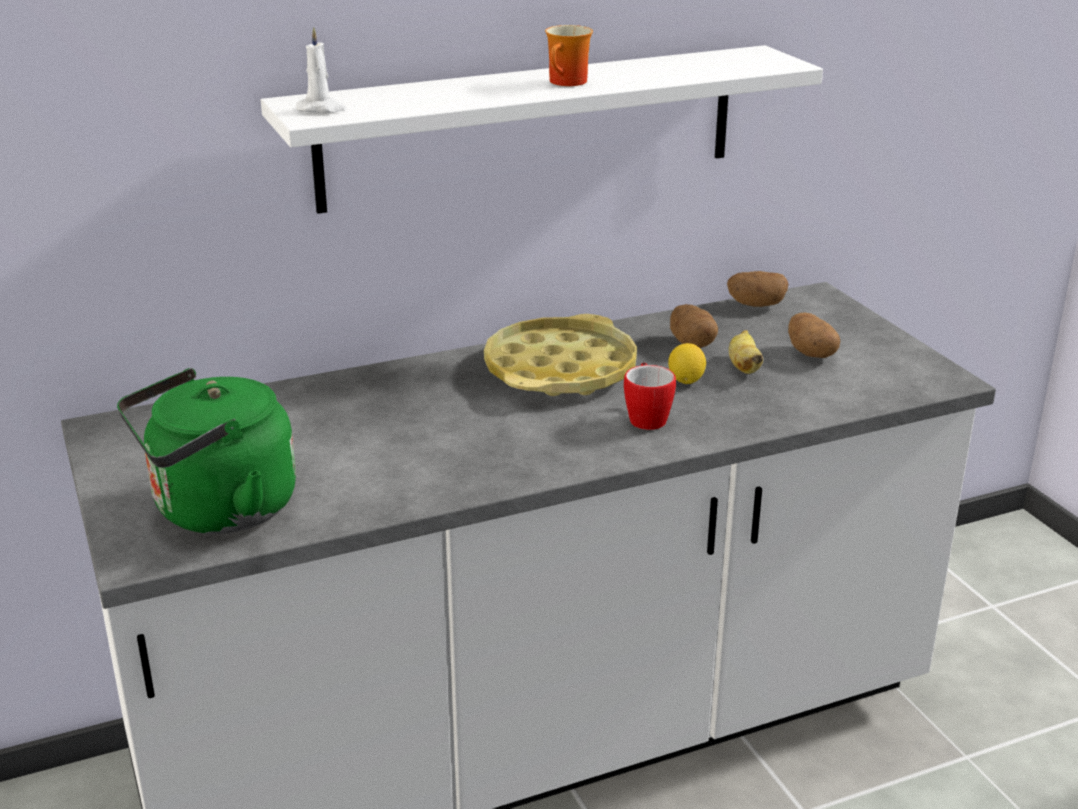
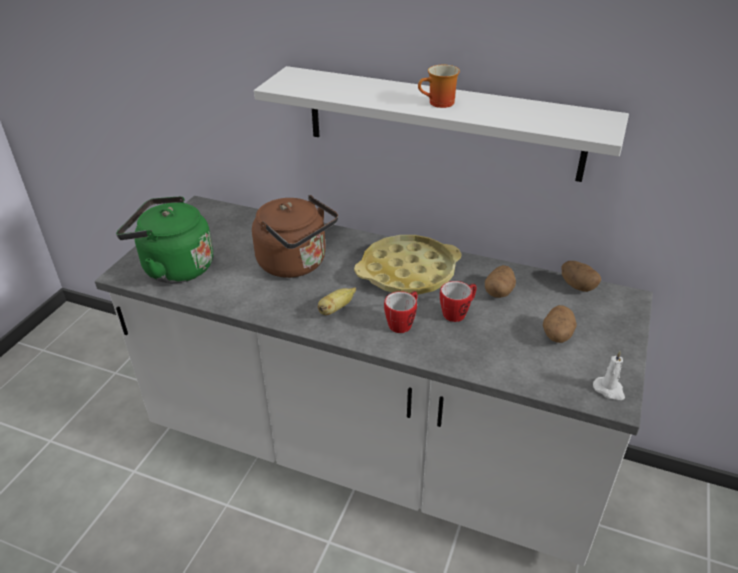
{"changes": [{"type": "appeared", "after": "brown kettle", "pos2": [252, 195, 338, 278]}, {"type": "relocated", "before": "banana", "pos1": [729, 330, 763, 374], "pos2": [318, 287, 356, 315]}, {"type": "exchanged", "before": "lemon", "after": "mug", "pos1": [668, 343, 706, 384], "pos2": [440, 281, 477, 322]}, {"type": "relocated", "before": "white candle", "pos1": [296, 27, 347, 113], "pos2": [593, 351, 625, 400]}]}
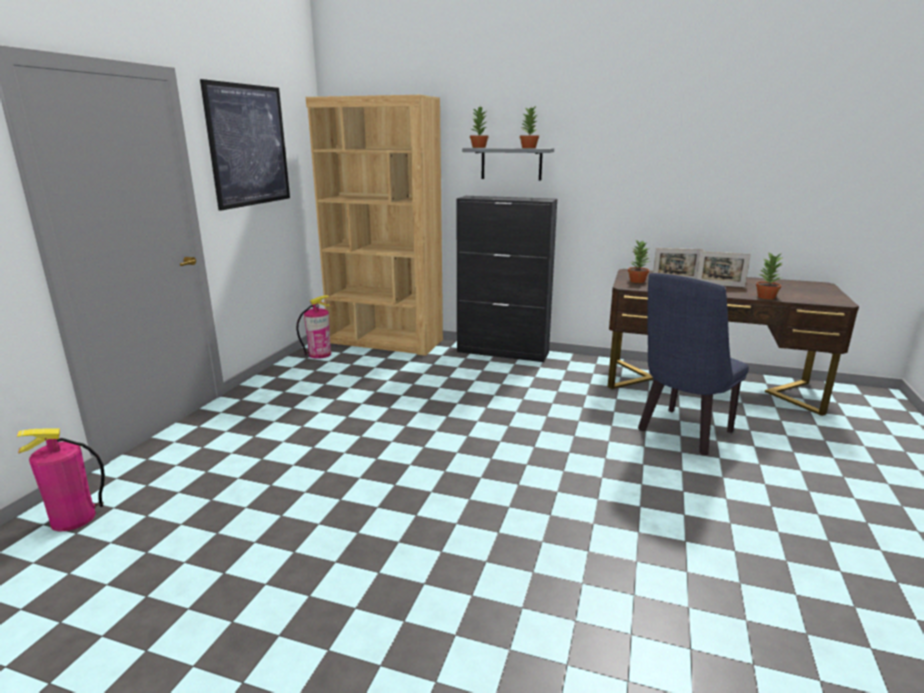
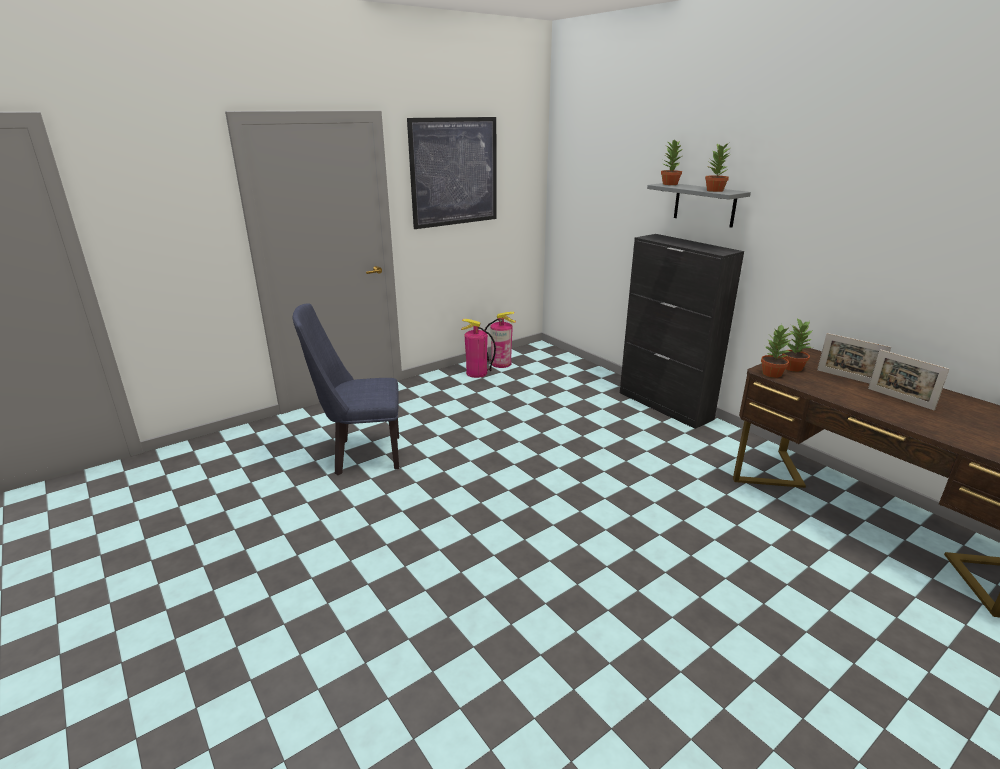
{"changes": [{"type": "relocated", "before": "blue chair", "pos1": [638, 273, 749, 455], "pos2": [293, 303, 399, 475]}, {"type": "relocated", "before": "fire extinguisher", "pos1": [17, 429, 105, 531], "pos2": [461, 319, 496, 378]}, {"type": "relocated", "before": "potted plant", "pos1": [756, 253, 783, 300], "pos2": [761, 324, 793, 378]}, {"type": "missing", "before": "brown bookcase", "pos1": [306, 95, 443, 356]}]}
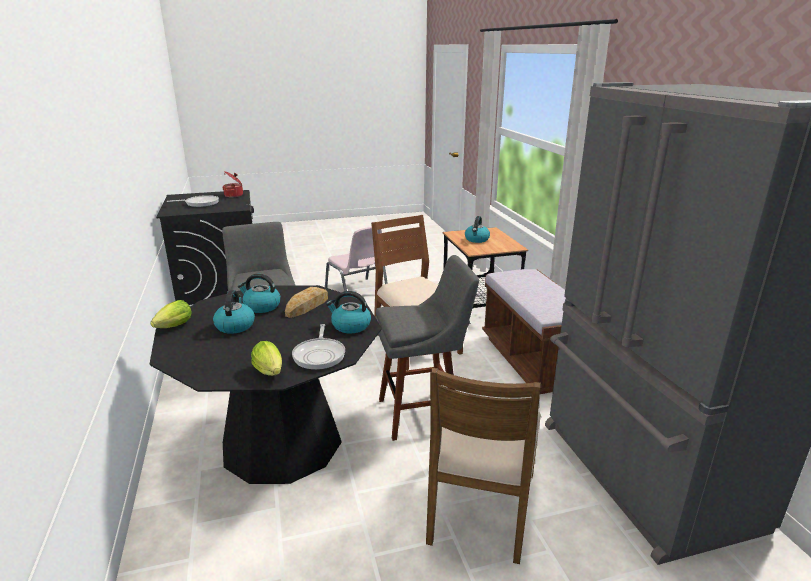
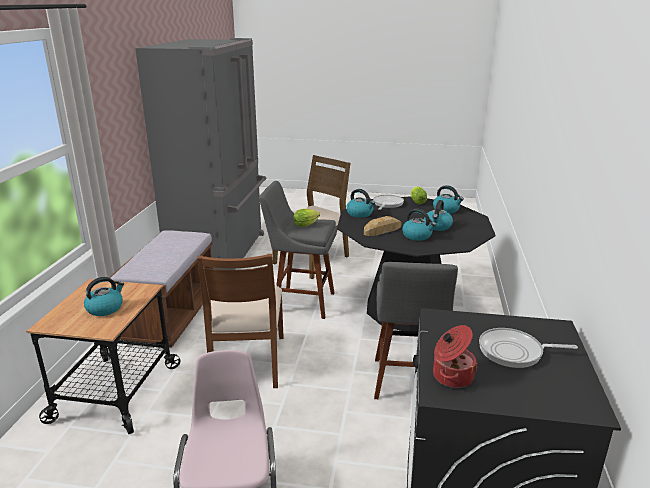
{"changes": [{"type": "relocated", "before": "lettuce", "pos1": [150, 300, 192, 328], "pos2": [293, 209, 320, 227]}, {"type": "appeared", "after": "kettle", "pos2": [433, 185, 464, 214]}]}
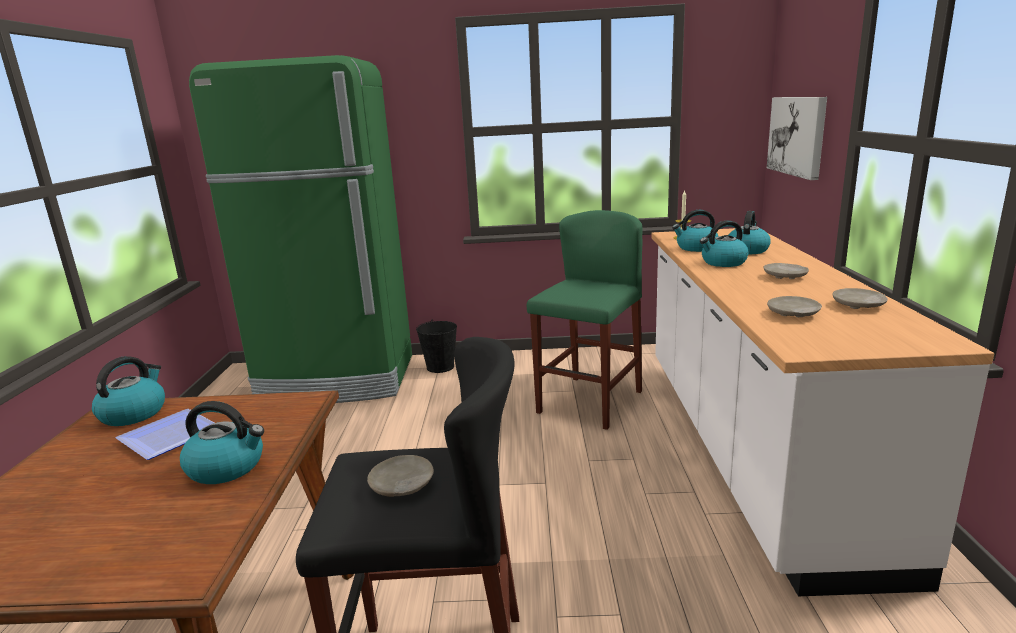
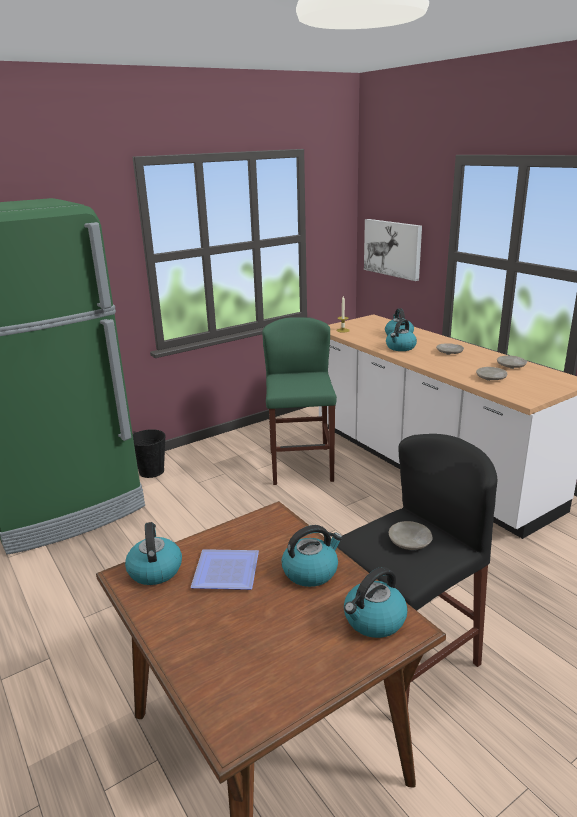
{"changes": [{"type": "relocated", "before": "kettle", "pos1": [672, 210, 719, 252], "pos2": [344, 567, 408, 638]}]}
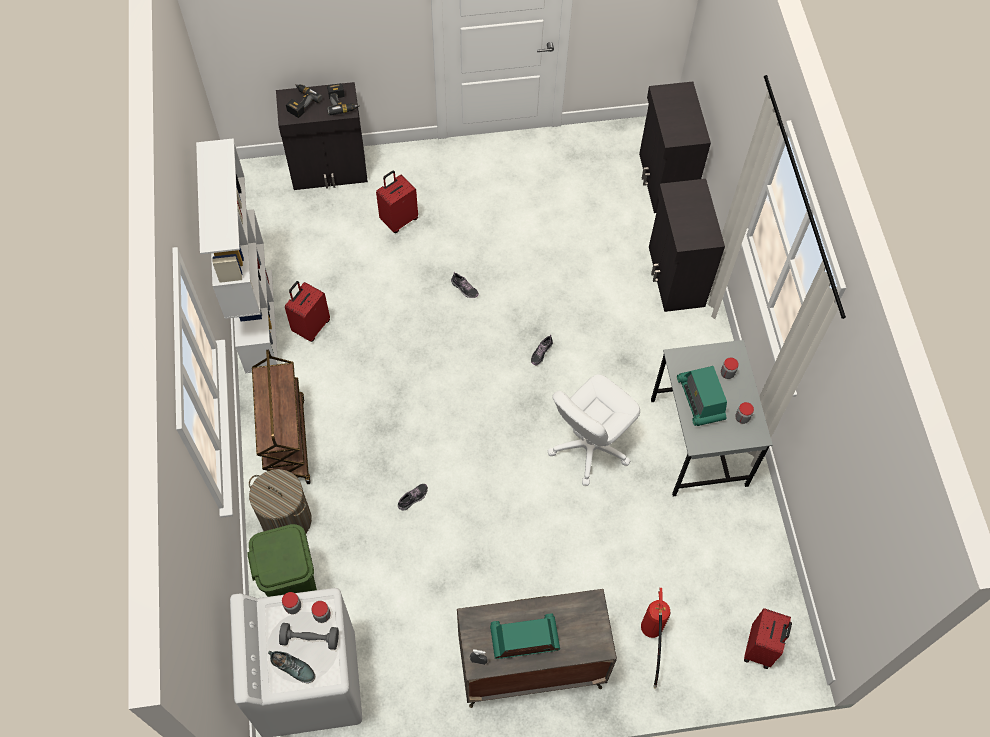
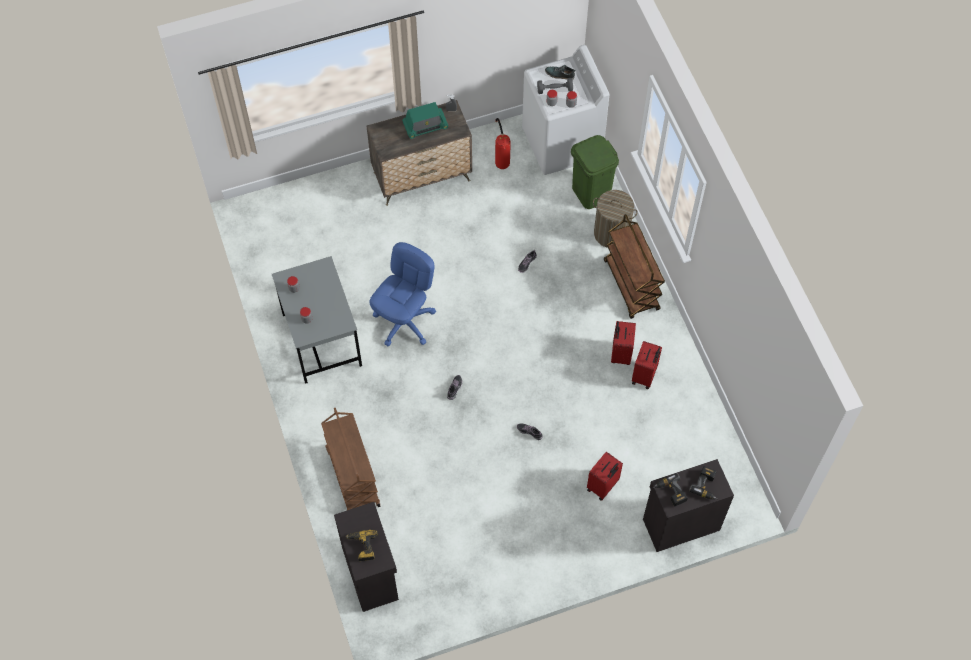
{"changes": [{"type": "exchanged", "before": "black cabinet", "after": "brown cart", "pos1": [649, 179, 725, 312], "pos2": [321, 408, 380, 510]}, {"type": "appeared", "after": "power drill", "pos2": [345, 530, 378, 561]}, {"type": "colour", "before": "white office chair", "after": "blue office chair", "pos1": [547, 374, 640, 486], "pos2": [370, 242, 436, 346]}, {"type": "relocated", "before": "fire extinguisher", "pos1": [641, 588, 670, 689], "pos2": [495, 118, 511, 169]}, {"type": "relocated", "before": "red suitcase", "pos1": [744, 608, 792, 669], "pos2": [611, 321, 636, 365]}, {"type": "missing", "before": "white bookcase", "pos1": [196, 138, 278, 373]}, {"type": "missing", "before": "radio", "pos1": [677, 366, 727, 426]}]}
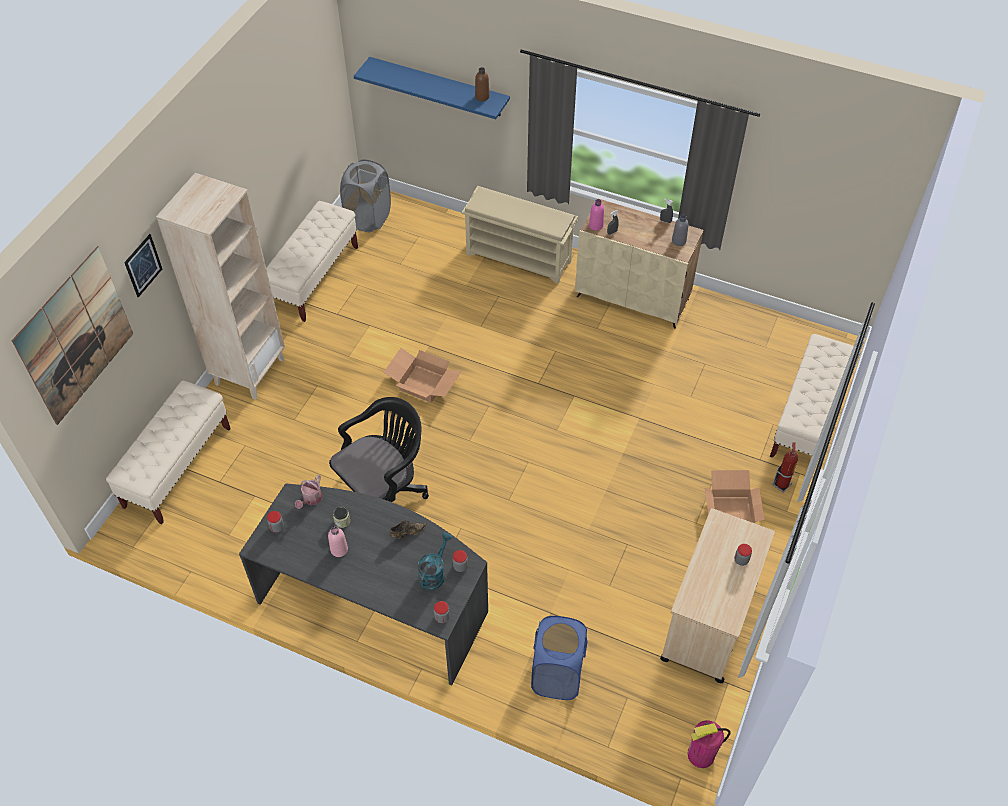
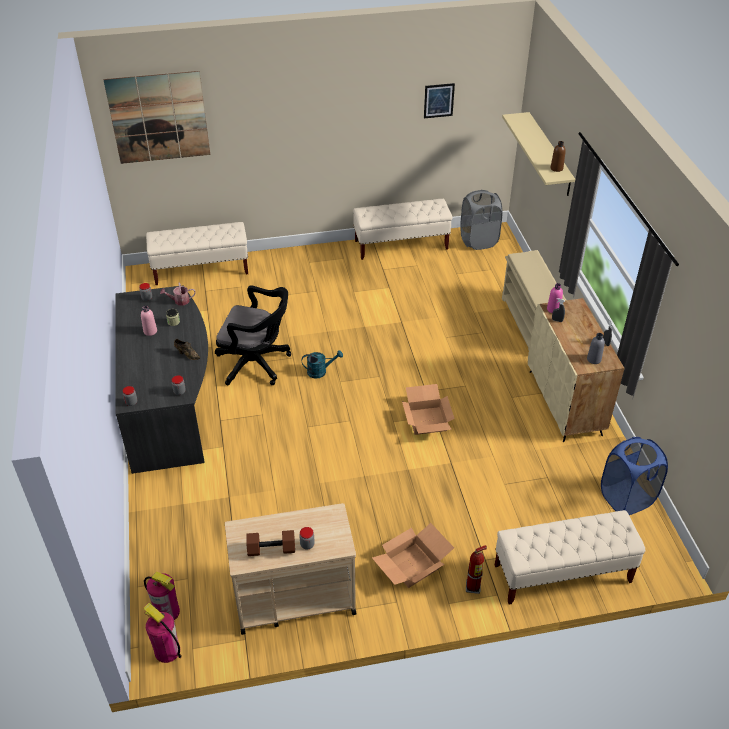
{"changes": [{"type": "appeared", "after": "fire extinguisher", "pos2": [144, 572, 180, 620]}, {"type": "appeared", "after": "brown dumbbell", "pos2": [246, 530, 295, 556]}, {"type": "relocated", "before": "turquoise watering can", "pos1": [418, 532, 452, 590], "pos2": [302, 350, 343, 379]}, {"type": "relocated", "before": "cardboard box", "pos1": [383, 348, 461, 403], "pos2": [402, 384, 455, 435]}, {"type": "relocated", "before": "picture", "pos1": [124, 234, 162, 298], "pos2": [424, 83, 455, 118]}, {"type": "colour", "before": "blue shelf", "after": "beige shelf", "pos1": [354, 57, 510, 119], "pos2": [502, 112, 575, 196]}, {"type": "relocated", "before": "blue laundry basket", "pos1": [531, 616, 587, 700], "pos2": [601, 437, 668, 515]}, {"type": "missing", "before": "beige bookcase", "pos1": [156, 173, 285, 400]}]}
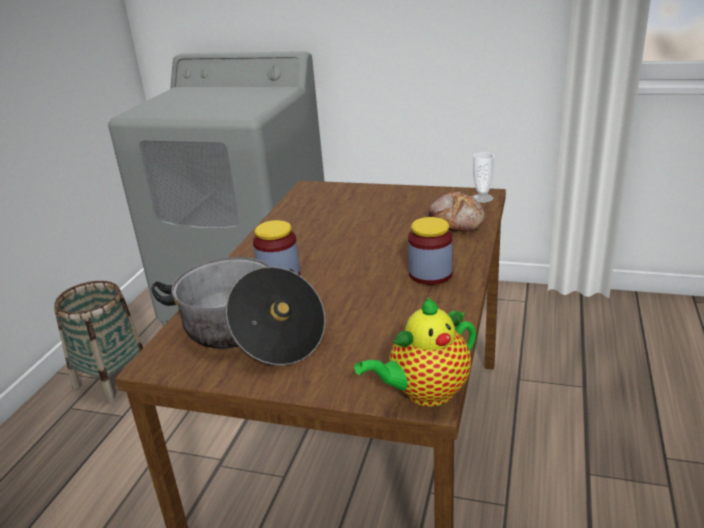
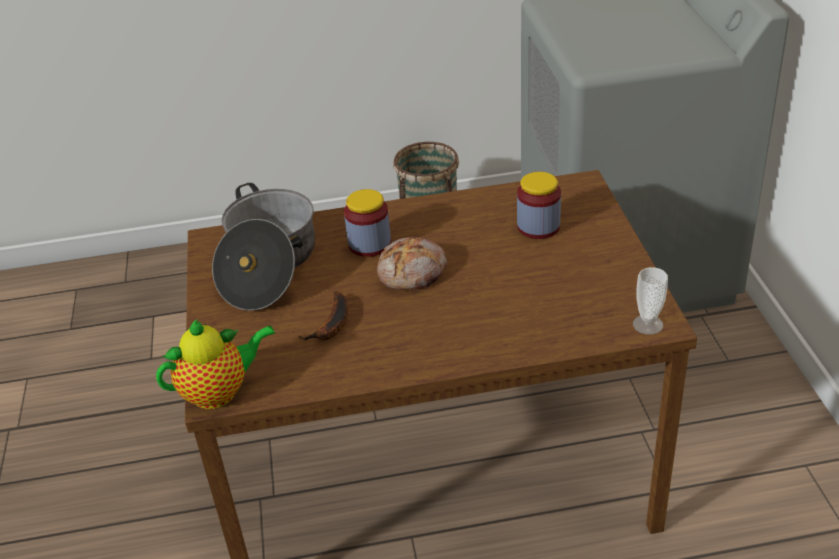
{"changes": [{"type": "spun", "before": "teapot", "pos1": [354, 297, 476, 407], "pos2": [156, 319, 275, 409], "turn": 120}, {"type": "appeared", "after": "banana", "pos2": [298, 291, 348, 341]}, {"type": "relocated", "before": "bread", "pos1": [429, 192, 485, 232], "pos2": [377, 237, 447, 289]}, {"type": "relocated", "before": "jar", "pos1": [408, 217, 453, 285], "pos2": [517, 172, 561, 239]}]}
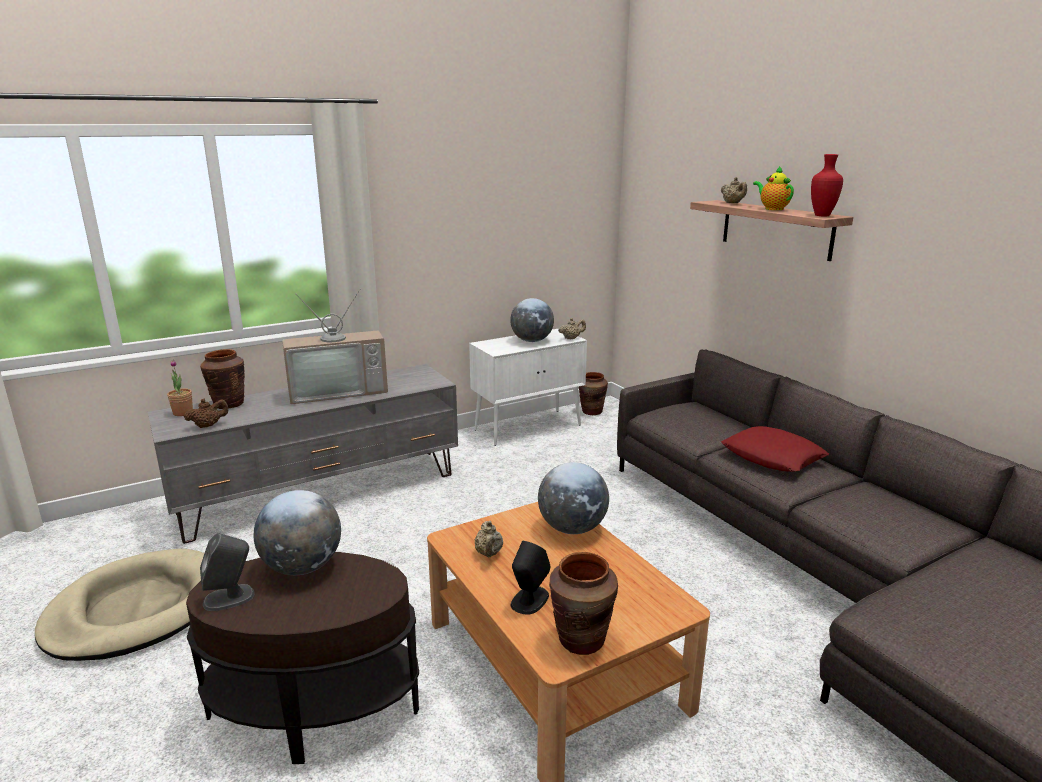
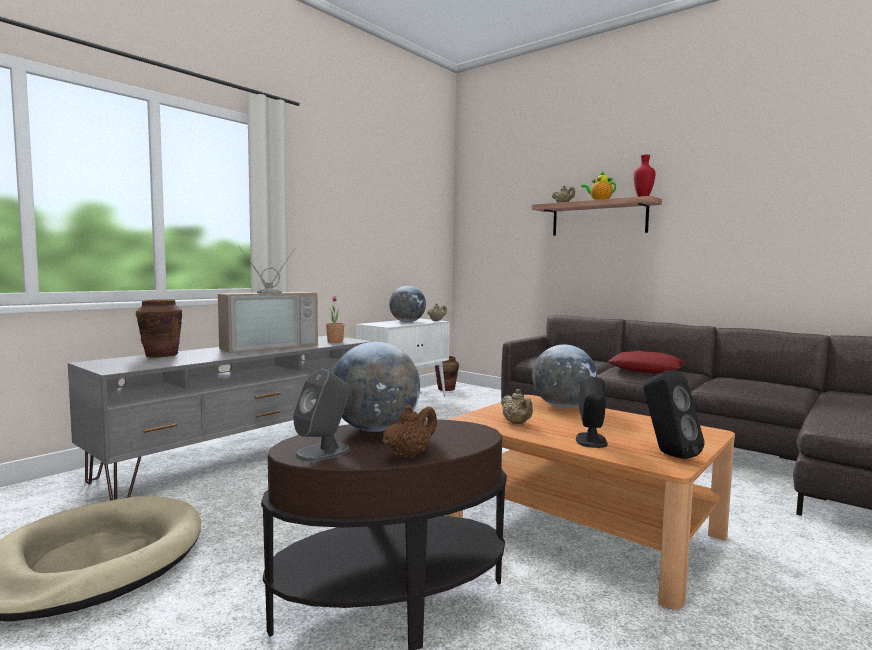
{"changes": [{"type": "relocated", "before": "potted plant", "pos1": [167, 360, 193, 416], "pos2": [326, 296, 344, 343]}, {"type": "relocated", "before": "brown teapot", "pos1": [184, 399, 228, 428], "pos2": [383, 405, 437, 459]}, {"type": "exchanged", "before": "brown vase", "after": "black speaker", "pos1": [549, 552, 618, 655], "pos2": [643, 370, 705, 459]}]}
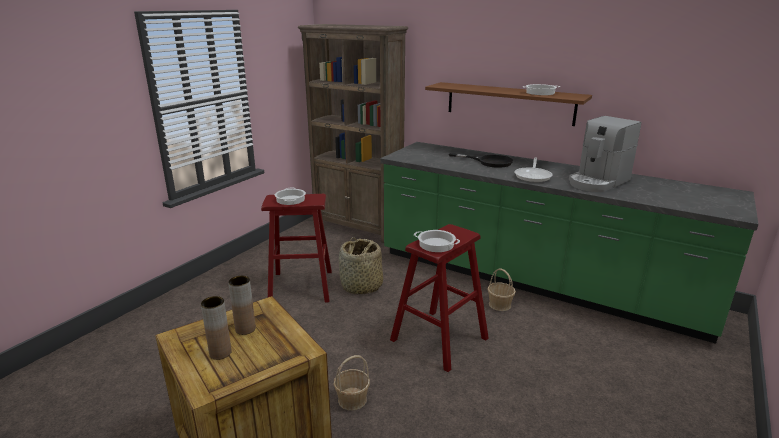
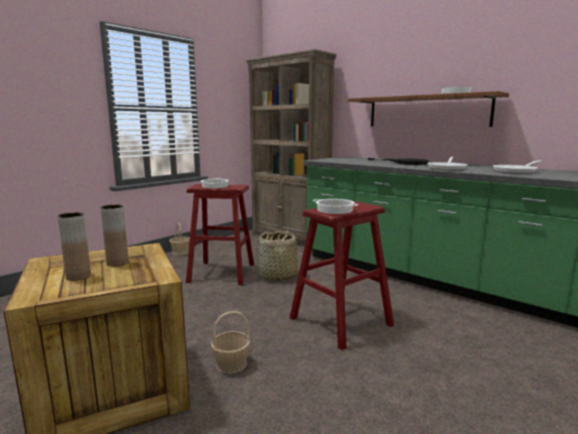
{"changes": [{"type": "relocated", "before": "basket", "pos1": [487, 268, 516, 311], "pos2": [169, 223, 190, 255]}, {"type": "exchanged", "before": "coffee machine", "after": "frying pan", "pos1": [569, 116, 641, 192], "pos2": [493, 160, 541, 174]}]}
